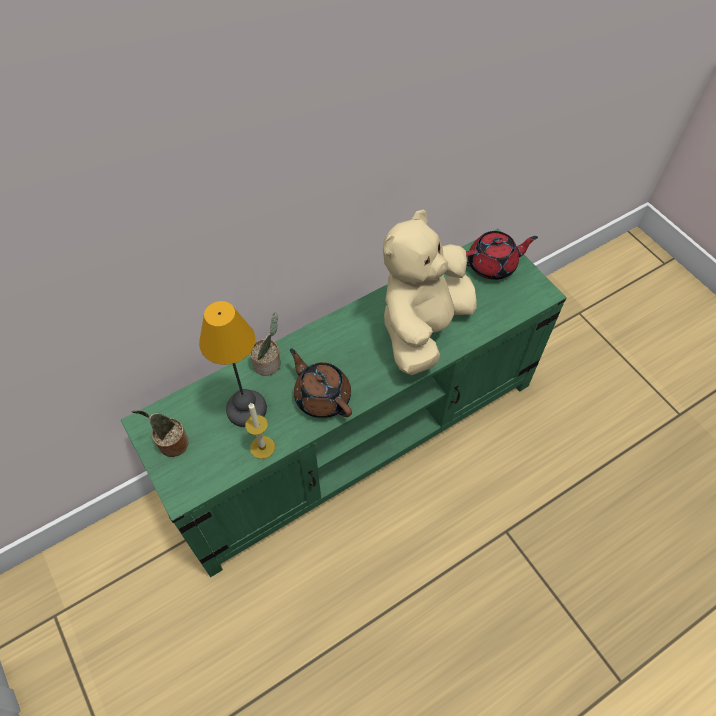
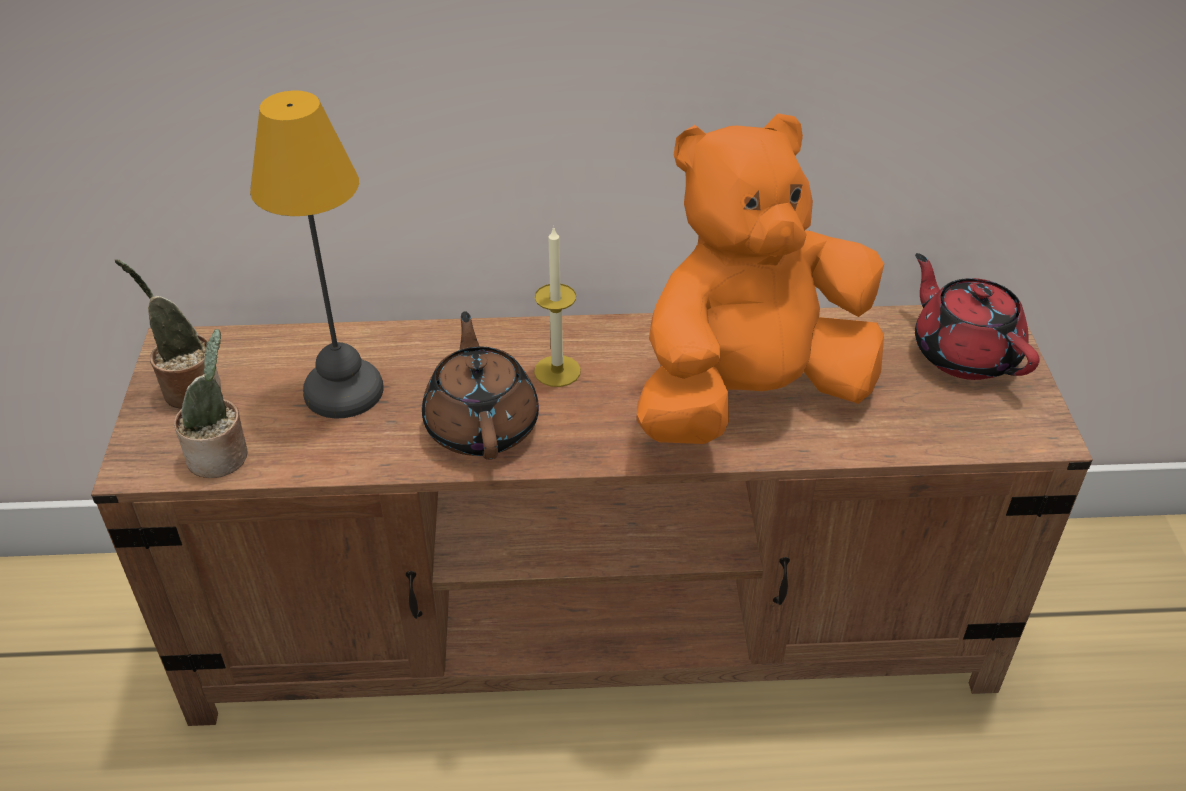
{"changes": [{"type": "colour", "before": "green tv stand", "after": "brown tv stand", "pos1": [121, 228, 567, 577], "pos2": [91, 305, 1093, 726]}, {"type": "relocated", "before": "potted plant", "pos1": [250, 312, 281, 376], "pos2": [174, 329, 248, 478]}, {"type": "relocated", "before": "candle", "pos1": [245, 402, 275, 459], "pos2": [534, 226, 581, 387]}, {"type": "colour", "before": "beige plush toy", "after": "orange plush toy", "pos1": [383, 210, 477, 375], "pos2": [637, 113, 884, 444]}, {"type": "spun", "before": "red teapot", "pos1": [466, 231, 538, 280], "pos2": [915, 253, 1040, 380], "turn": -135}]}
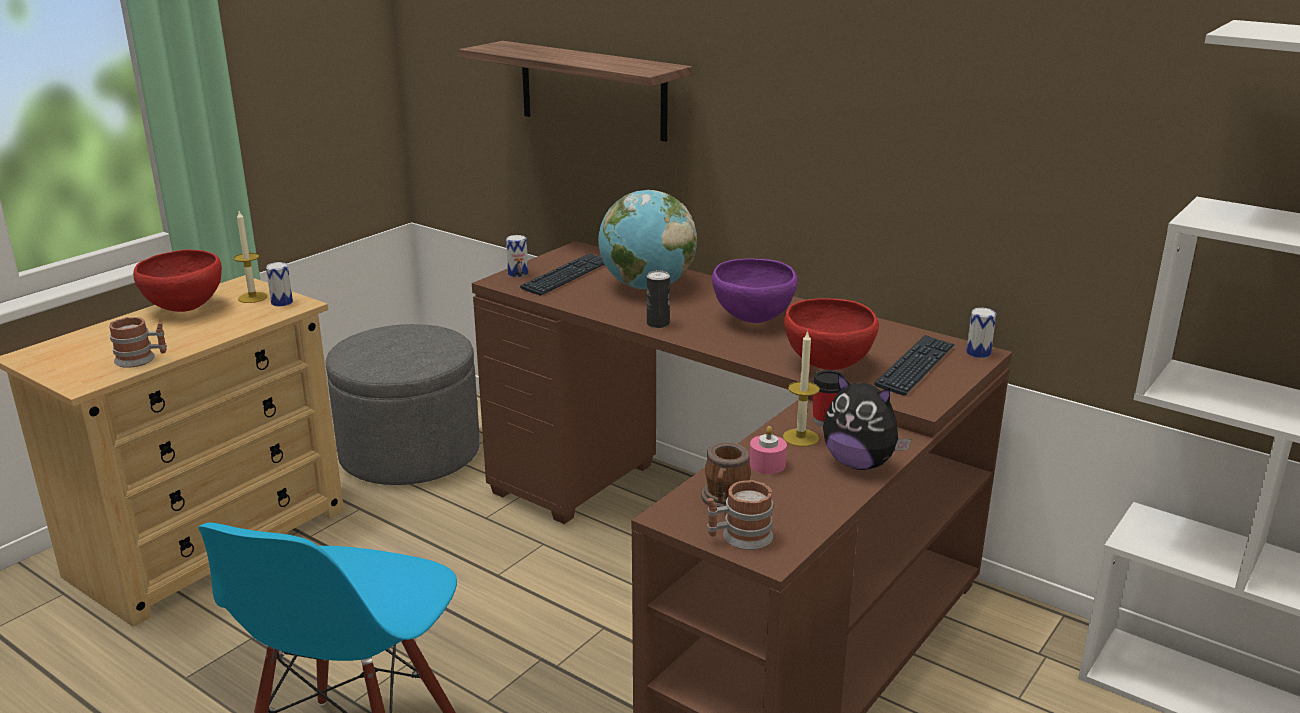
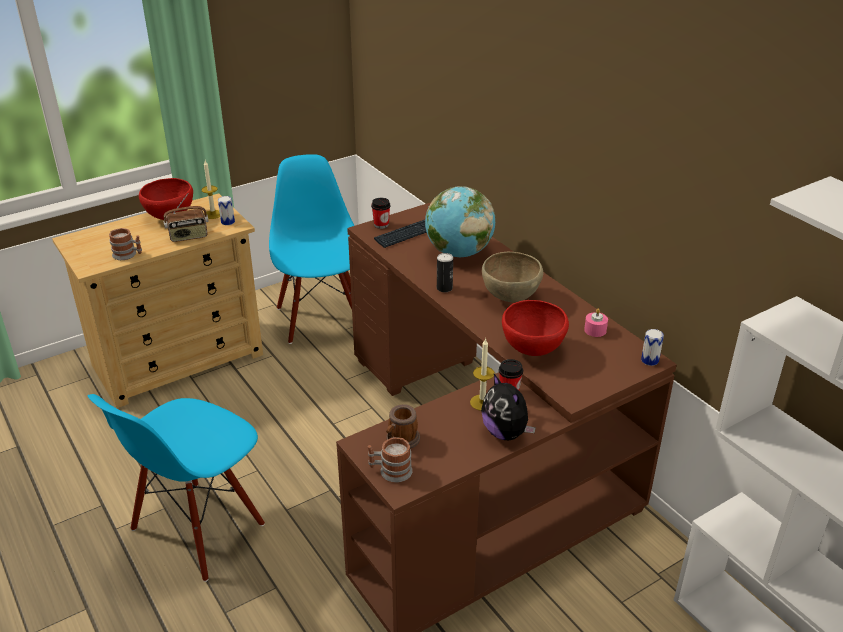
{"changes": [{"type": "appeared", "after": "radio", "pos2": [163, 193, 209, 242]}, {"type": "exchanged", "before": "grey ottoman", "after": "blue chair", "pos1": [325, 324, 480, 485], "pos2": [269, 154, 354, 344]}, {"type": "exchanged", "before": "can", "after": "cup", "pos1": [506, 235, 528, 278], "pos2": [371, 198, 390, 229]}, {"type": "colour", "before": "purple bowl", "after": "brown bowl", "pos1": [712, 259, 798, 323], "pos2": [482, 252, 543, 302]}, {"type": "relocated", "before": "pink candle", "pos1": [749, 426, 787, 474], "pos2": [584, 309, 608, 337]}, {"type": "missing", "before": "shelf", "pos1": [459, 41, 692, 142]}, {"type": "missing", "before": "keyboard", "pos1": [874, 335, 955, 396]}]}
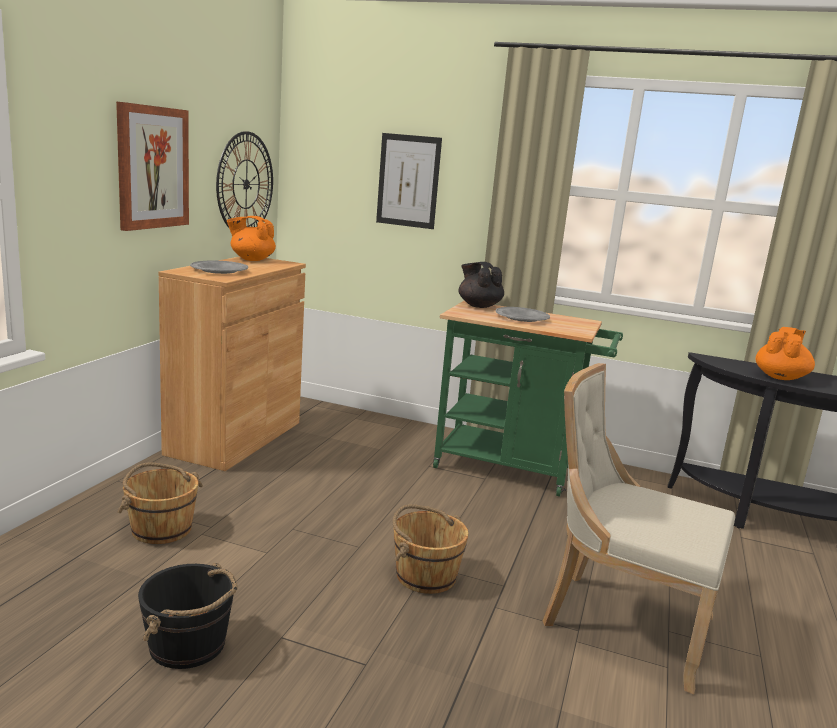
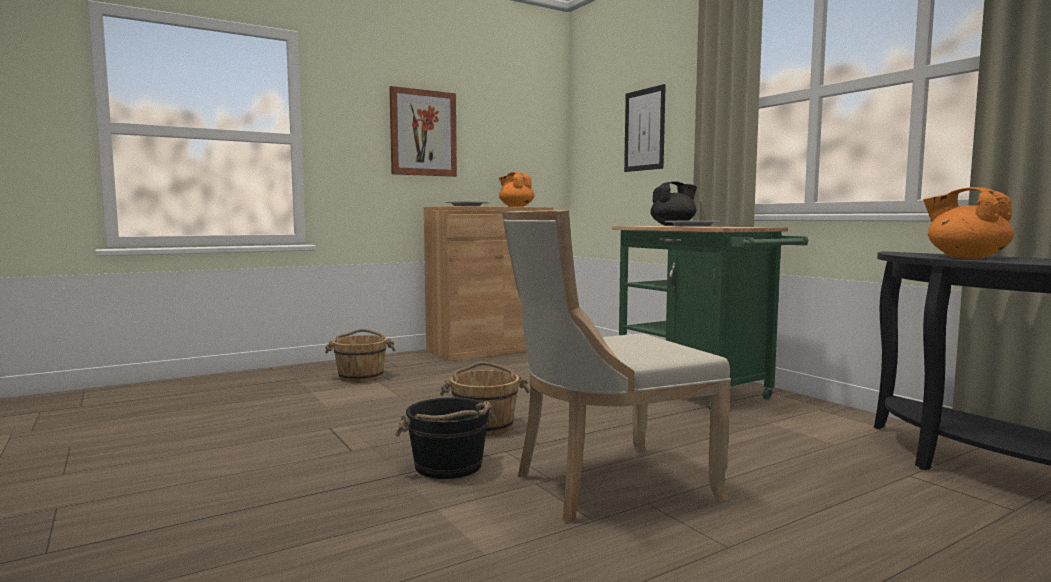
{"changes": [{"type": "relocated", "before": "black bucket", "pos1": [138, 563, 238, 669], "pos2": [395, 397, 496, 479]}, {"type": "spun", "before": "beige chair", "pos1": [543, 363, 735, 694], "pos2": [502, 210, 731, 523], "turn": -90}, {"type": "spun", "before": "black teapot", "pos1": [458, 262, 504, 308], "pos2": [650, 182, 697, 226], "turn": 60}, {"type": "spun", "before": "orange teapot", "pos1": [755, 327, 815, 380], "pos2": [923, 187, 1014, 259], "turn": -105}, {"type": "missing", "before": "wall clock", "pos1": [216, 131, 273, 228]}]}
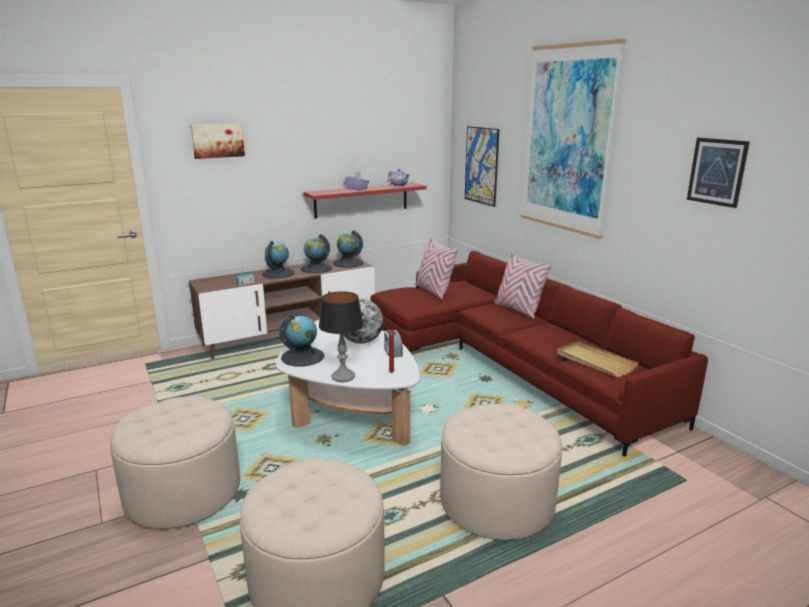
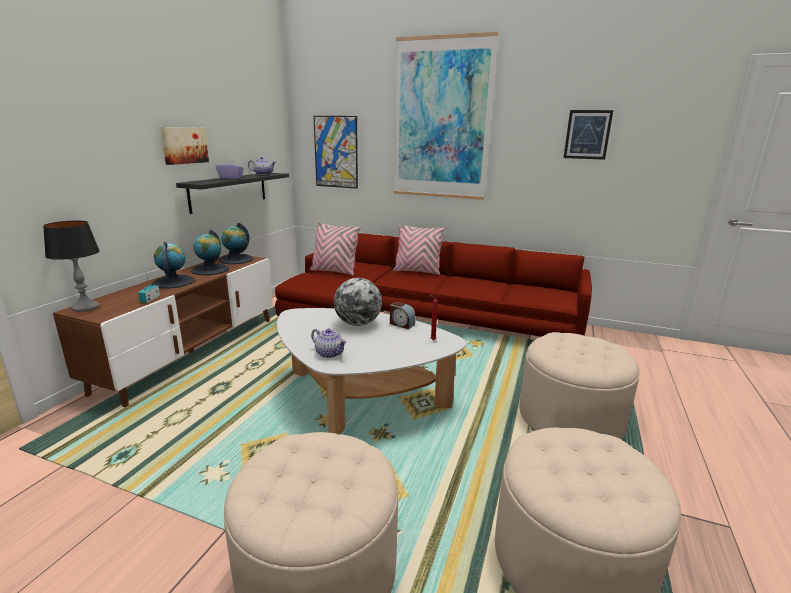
{"changes": [{"type": "relocated", "before": "table lamp", "pos1": [319, 291, 364, 382], "pos2": [43, 221, 100, 312]}, {"type": "relocated", "before": "picture", "pos1": [191, 123, 245, 159], "pos2": [160, 127, 209, 165]}, {"type": "colour", "before": "red shelf", "after": "black shelf", "pos1": [303, 183, 427, 218], "pos2": [176, 173, 289, 214]}, {"type": "exchanged", "before": "globe", "after": "teapot", "pos1": [279, 314, 324, 367], "pos2": [311, 329, 347, 358]}, {"type": "missing", "before": "beige tray", "pos1": [557, 341, 638, 377]}]}
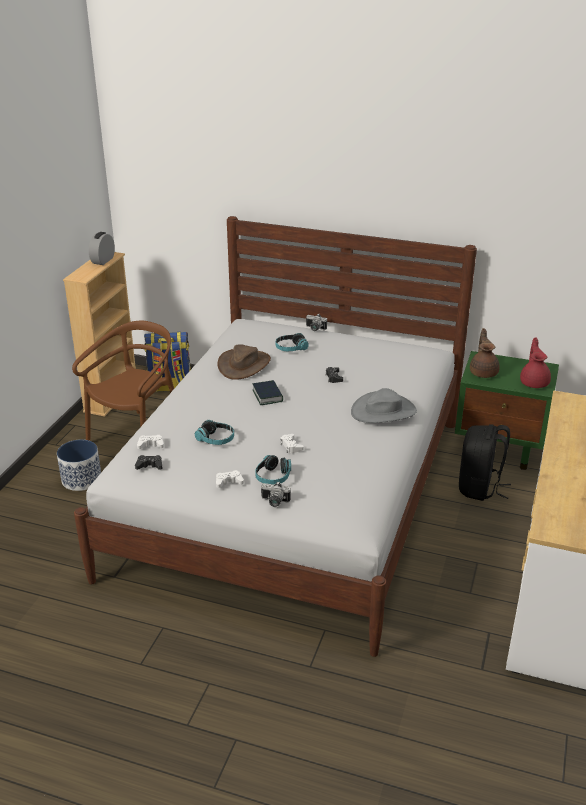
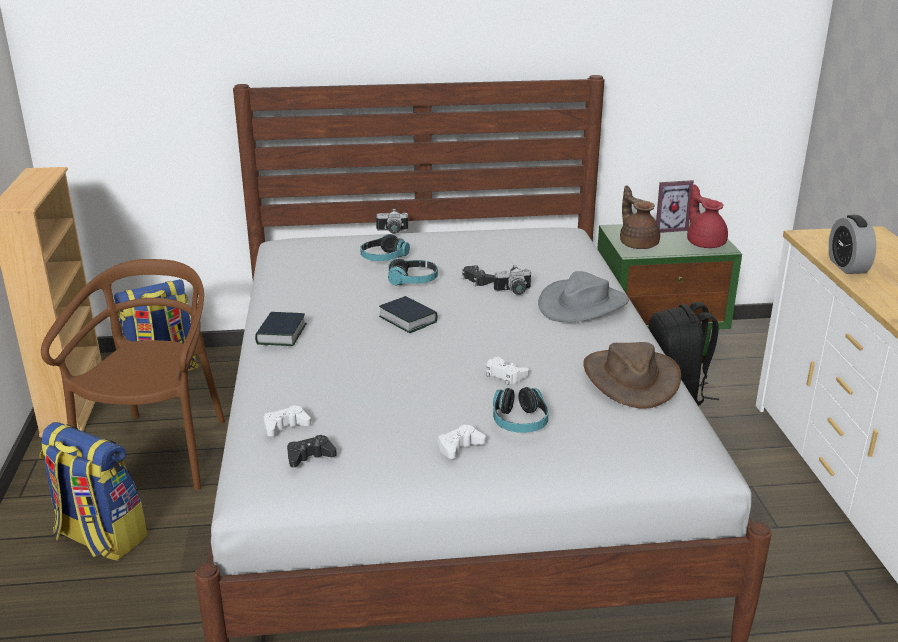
{"changes": [{"type": "exchanged", "before": "planter", "after": "backpack", "pos1": [57, 439, 101, 491], "pos2": [40, 422, 148, 561]}, {"type": "appeared", "after": "book", "pos2": [255, 312, 307, 346]}, {"type": "relocated", "before": "headphones", "pos1": [195, 420, 234, 445], "pos2": [388, 259, 438, 285]}, {"type": "relocated", "before": "photo camera", "pos1": [261, 481, 291, 507], "pos2": [494, 265, 531, 295]}, {"type": "relocated", "before": "brown hat", "pos1": [218, 344, 271, 380], "pos2": [583, 342, 681, 409]}, {"type": "appeared", "after": "picture frame", "pos2": [656, 180, 694, 233]}, {"type": "relocated", "before": "alarm clock", "pos1": [89, 232, 115, 265], "pos2": [829, 215, 876, 274]}]}
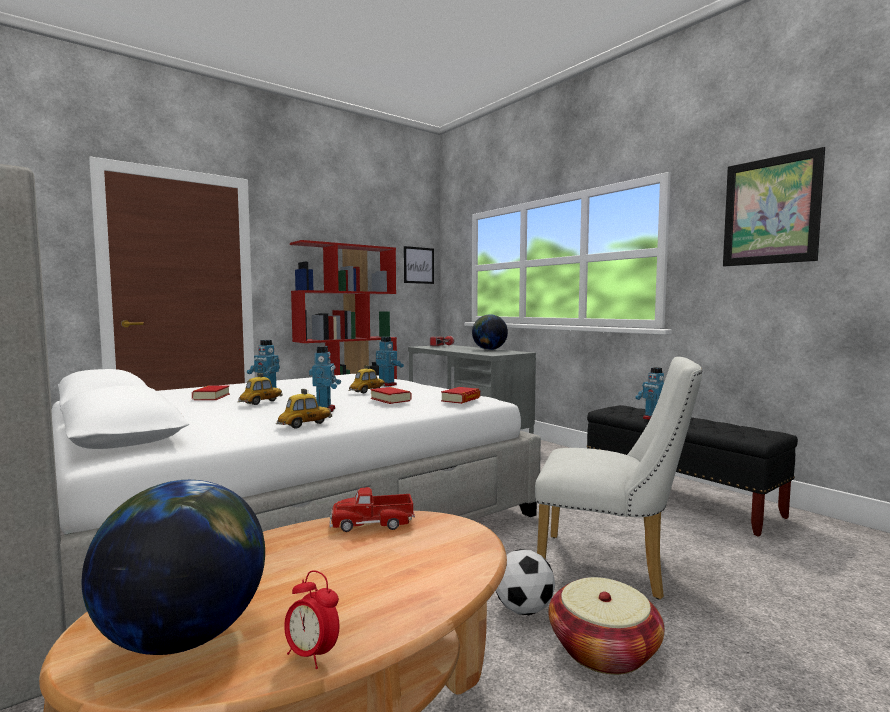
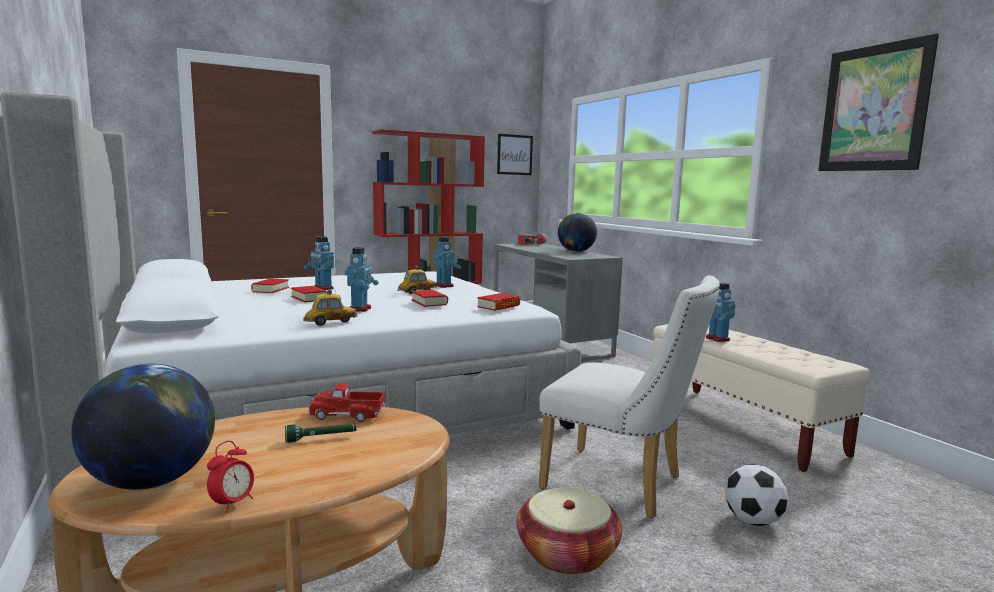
{"changes": [{"type": "spun", "before": "alarm clock", "pos1": [284, 570, 340, 669], "pos2": [207, 441, 254, 513], "turn": -105}, {"type": "appeared", "after": "green flashlight", "pos2": [285, 424, 356, 443]}, {"type": "exchanged", "before": "toy car", "after": "book", "pos1": [238, 373, 283, 405], "pos2": [291, 286, 328, 303]}, {"type": "colour", "before": "black bench", "after": "beige bench", "pos1": [587, 405, 798, 537], "pos2": [652, 324, 870, 472]}, {"type": "relocated", "before": "football", "pos1": [496, 549, 555, 615], "pos2": [725, 464, 789, 526]}]}
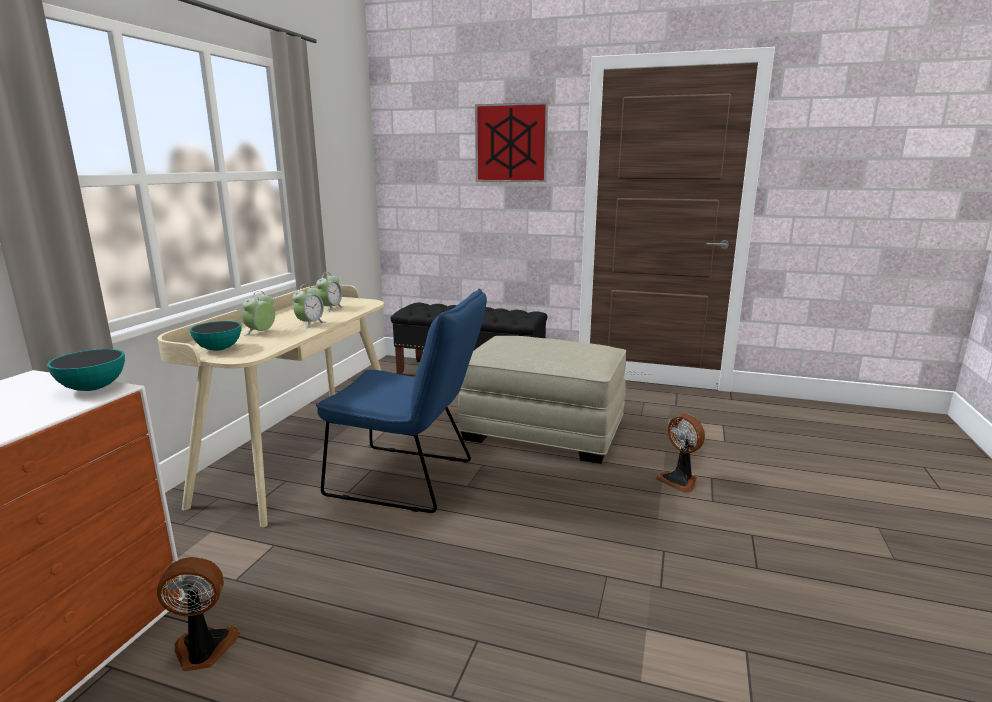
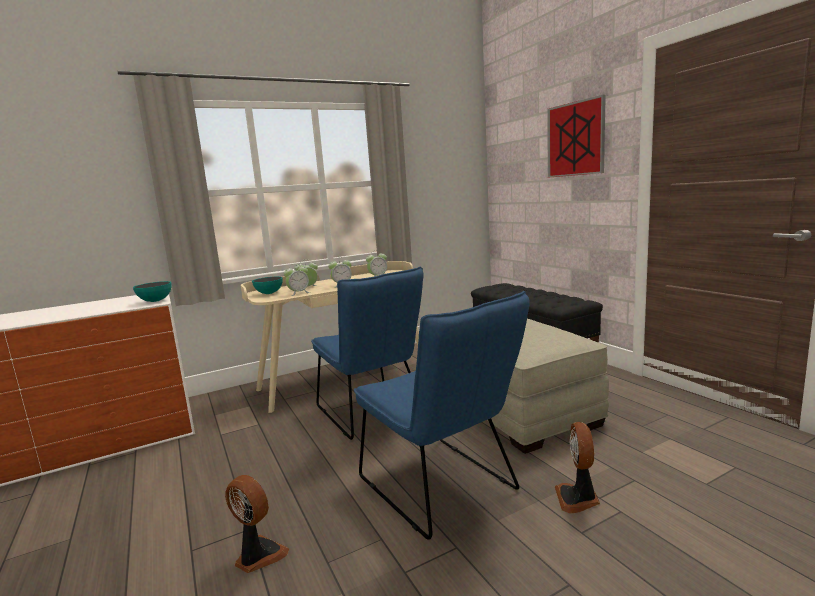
{"changes": [{"type": "relocated", "before": "fan", "pos1": [157, 557, 240, 671], "pos2": [225, 475, 289, 573]}, {"type": "appeared", "after": "alarm clock", "pos2": [284, 263, 311, 296]}, {"type": "appeared", "after": "blue chair", "pos2": [354, 291, 530, 540]}]}
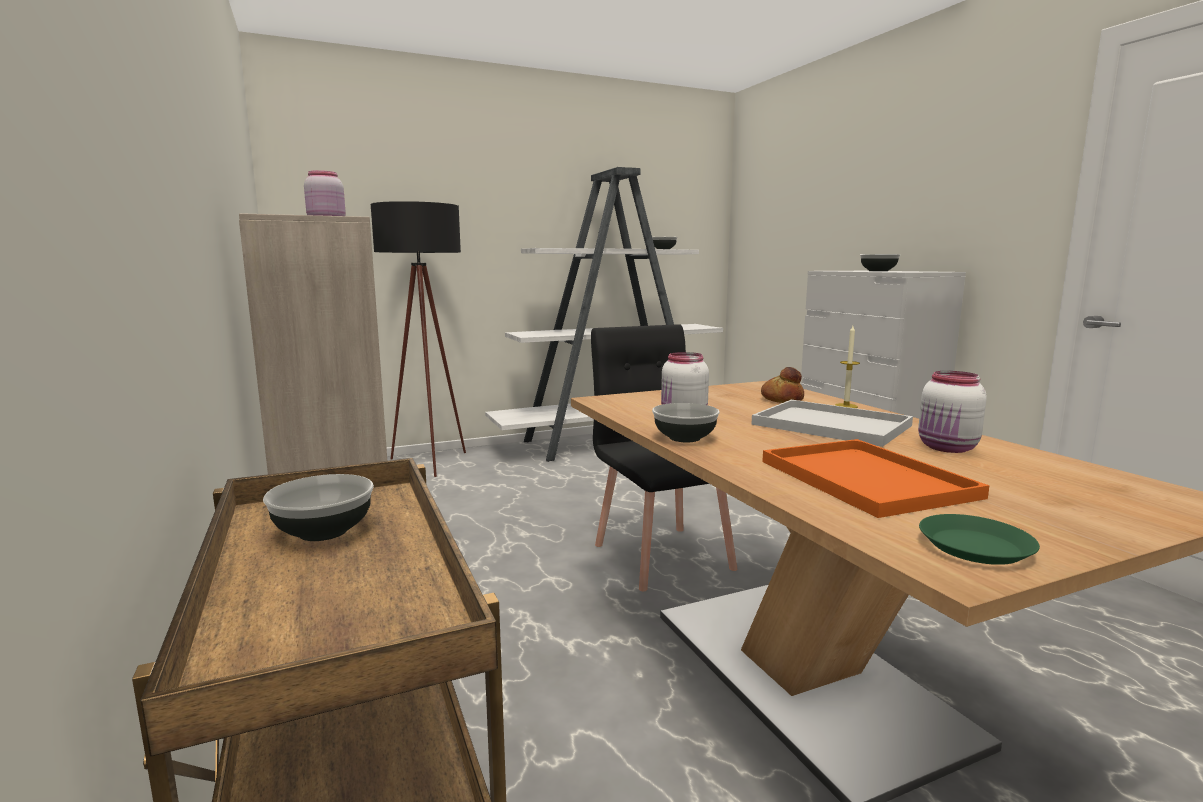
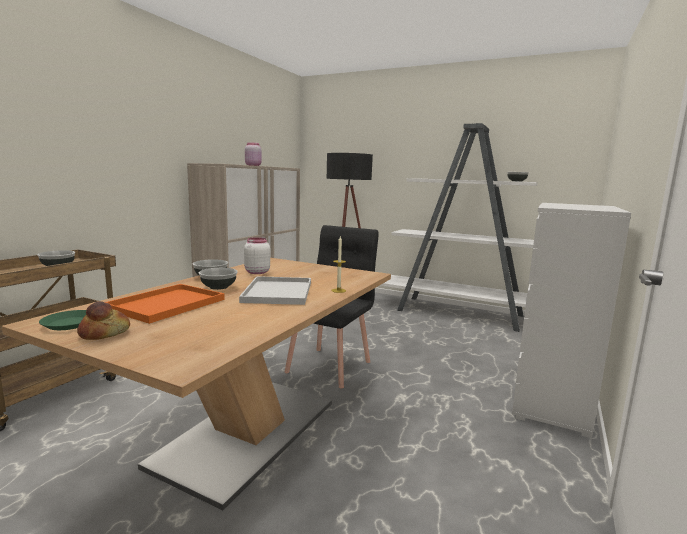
{"changes": [{"type": "relocated", "before": "bread", "pos1": [761, 367, 804, 403], "pos2": [77, 301, 130, 340]}, {"type": "relocated", "before": "bowl", "pos1": [860, 254, 900, 271], "pos2": [199, 268, 238, 290]}, {"type": "missing", "before": "white jar", "pos1": [918, 371, 987, 453]}]}
